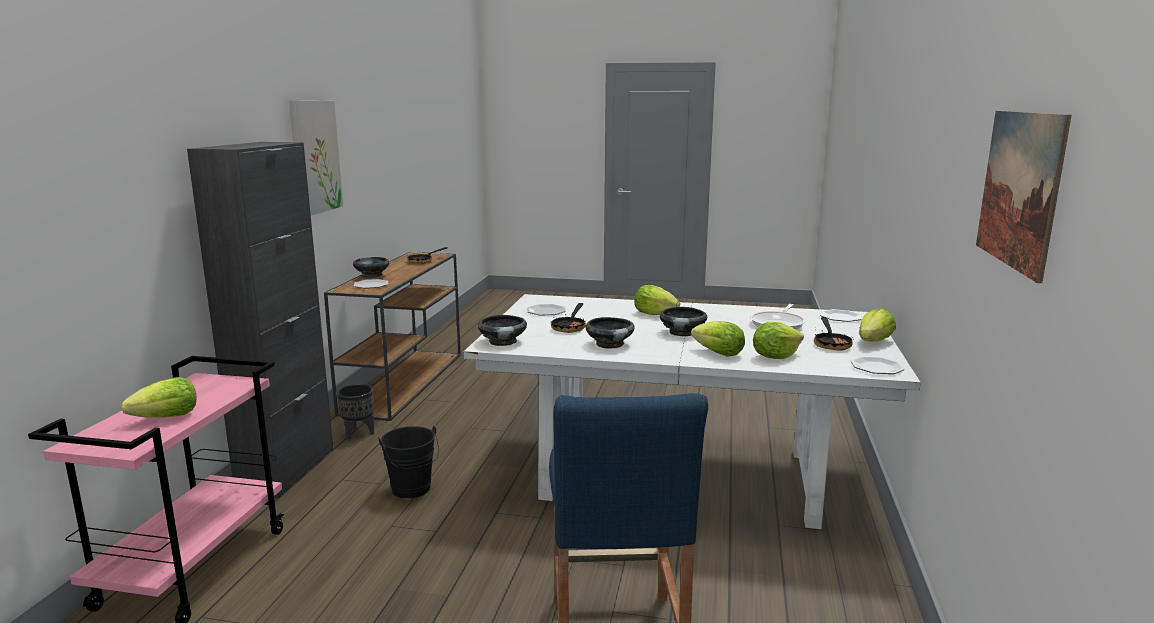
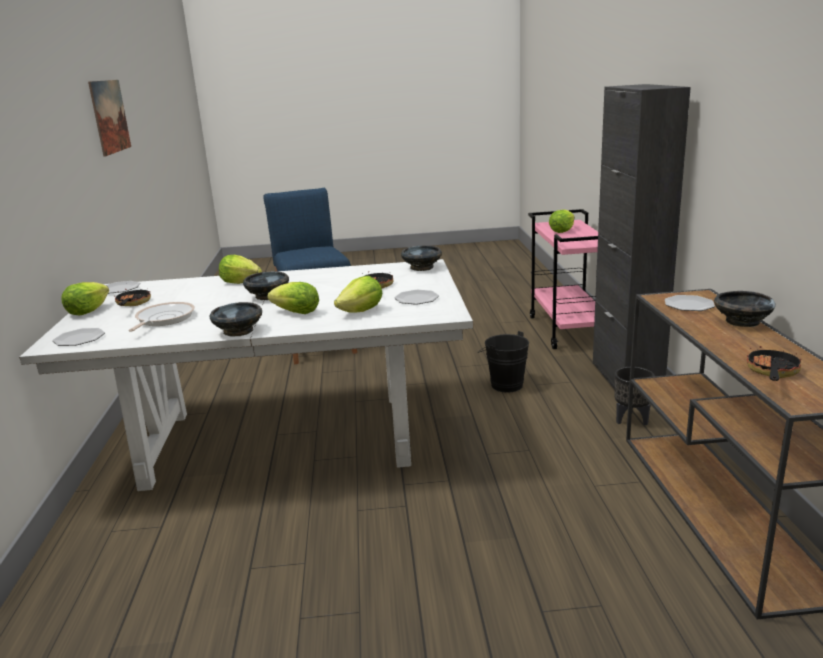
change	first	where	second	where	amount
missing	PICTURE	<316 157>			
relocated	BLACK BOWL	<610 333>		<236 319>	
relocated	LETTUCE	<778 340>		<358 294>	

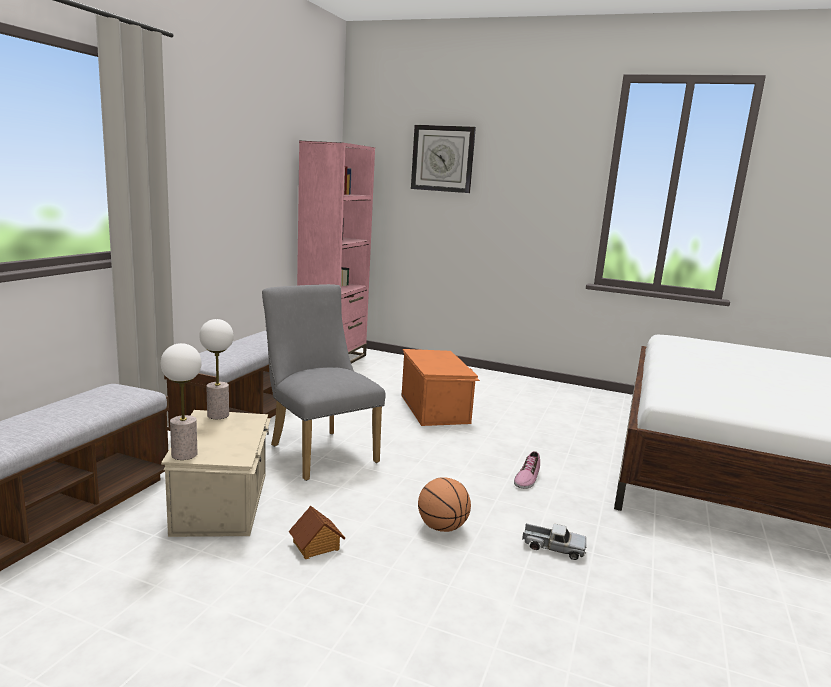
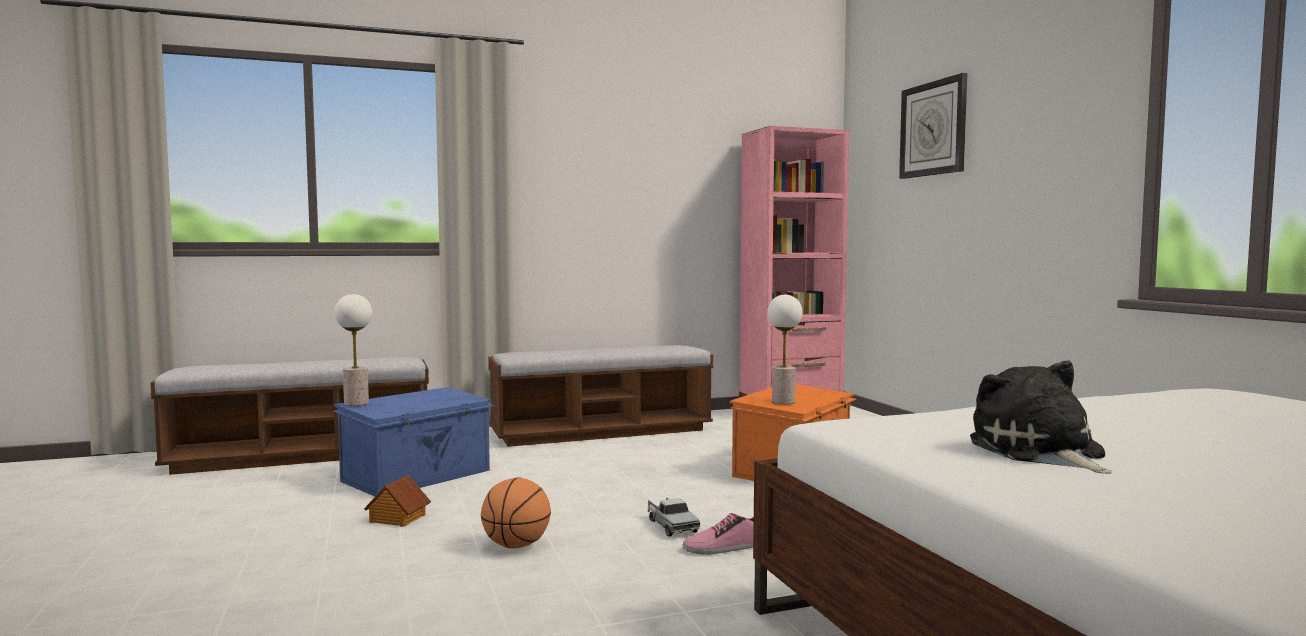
change	first	where	second	where	amount
missing	GREY CHAIR	<324 382>			
appeared			PLUSH TOY	<1041 417>	
relocated	TABLE LAMP	<216 369>		<785 349>	
relocated	TOY TRUCK	<554 541>		<674 516>	
colour	BEIGE STORAGE BOX	<216 473>	BLUE STORAGE BOX	<414 441>	

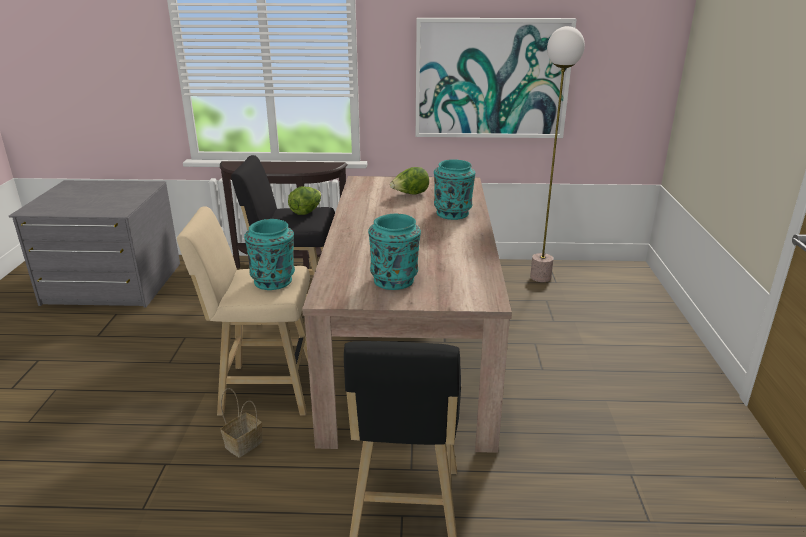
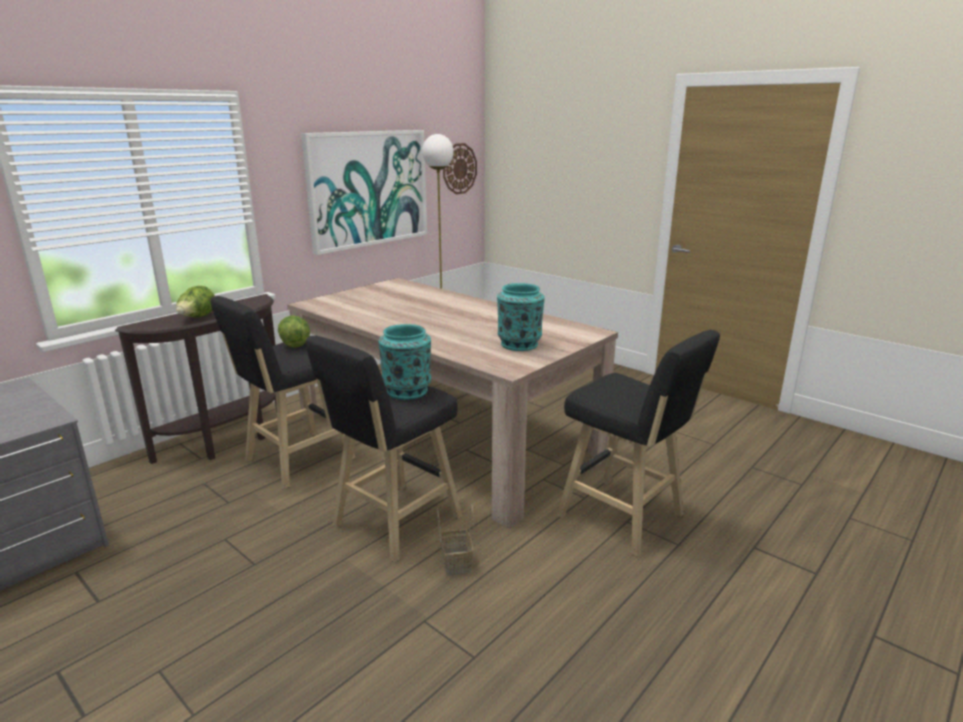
change	first	where	second	where	amount
missing	TURQUOISE VASE	<454 189>			
appeared			WALL CLOCK	<460 168>	
relocated	LETTUCE	<409 180>		<195 301>	
colour	BEIGE STOOL	<243 311>	BLACK STOOL	<384 449>	

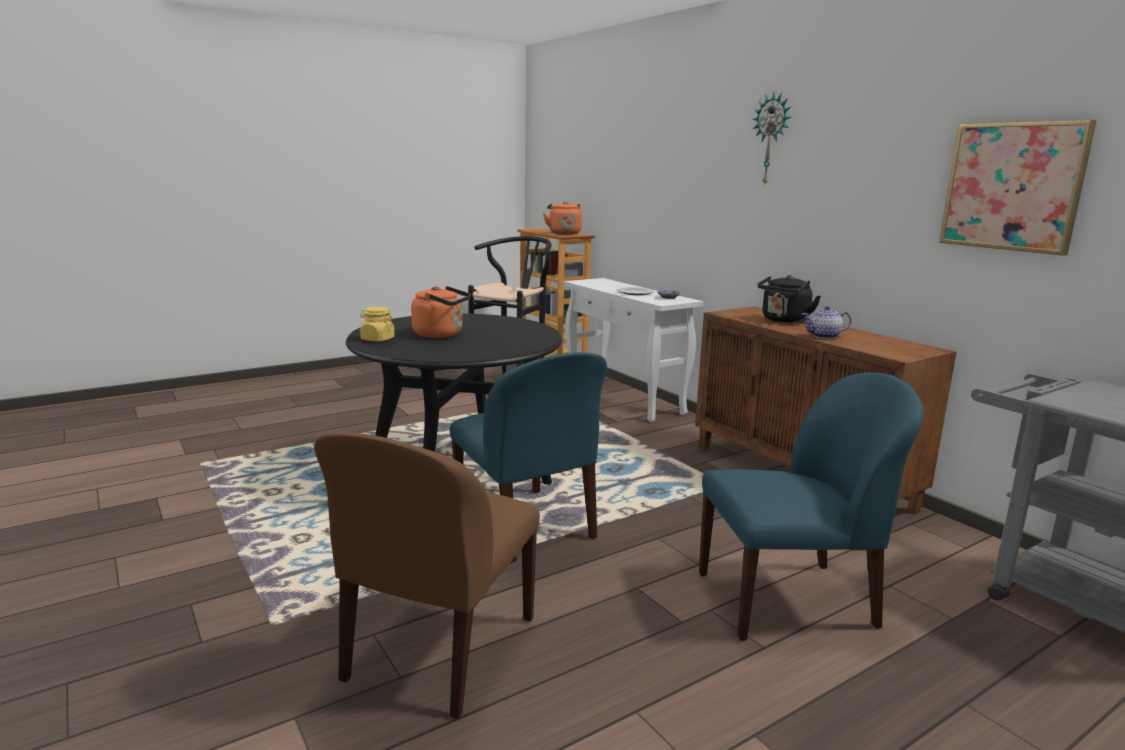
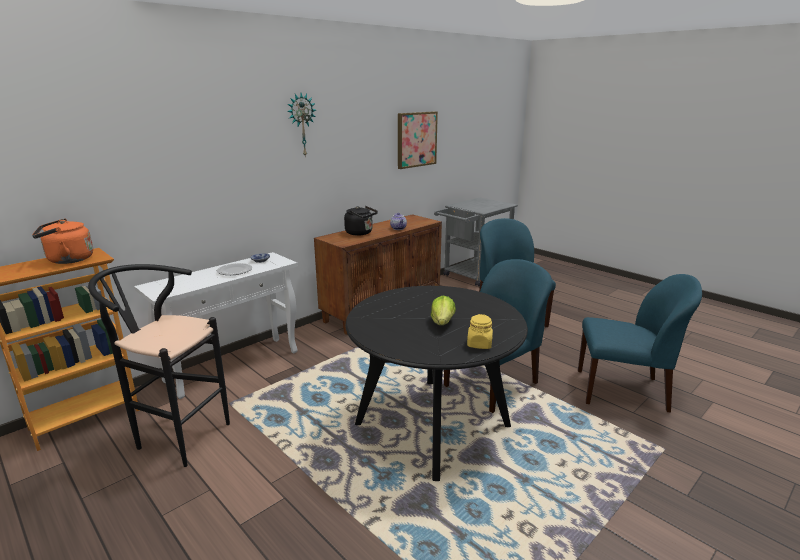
change	first	where	second	where	amount
exchanged	ORANGE KETTLE	<441 312>	LETTUCE	<443 310>	
colour	BROWN CHAIR	<427 575>	BLUE CHAIR	<640 343>	

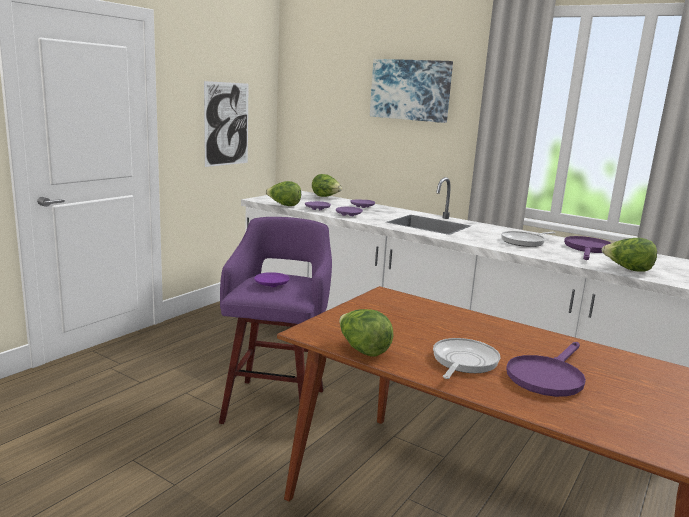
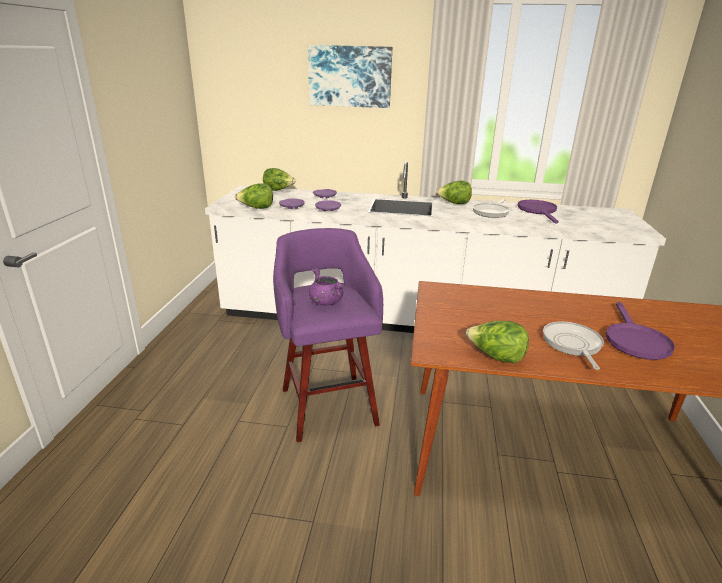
change	first	where	second	where	amount
missing	PICTURE	<226 124>			
relocated	LETTUCE	<629 255>		<454 192>	
exchanged	PURPLE PLATE	<272 279>	PURPLE COOKING POT	<326 286>	

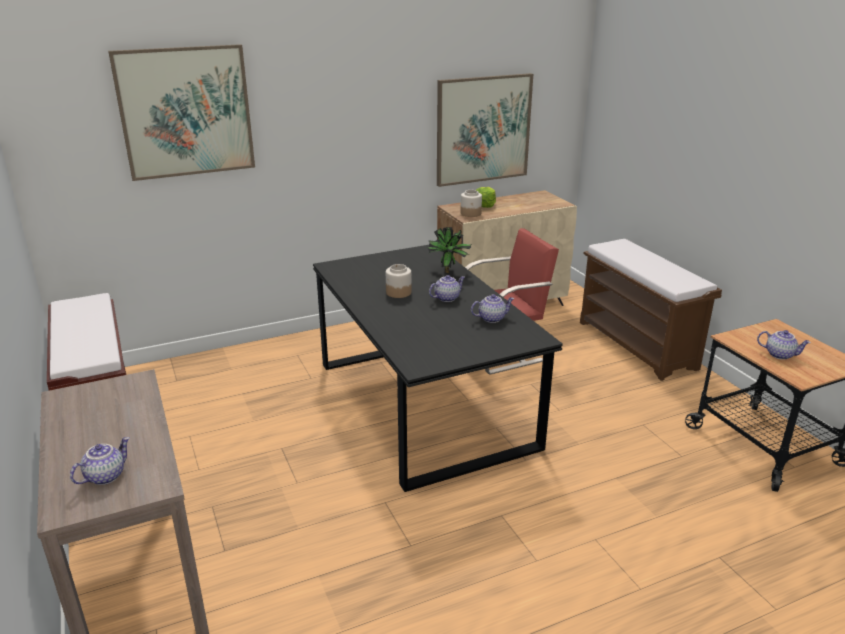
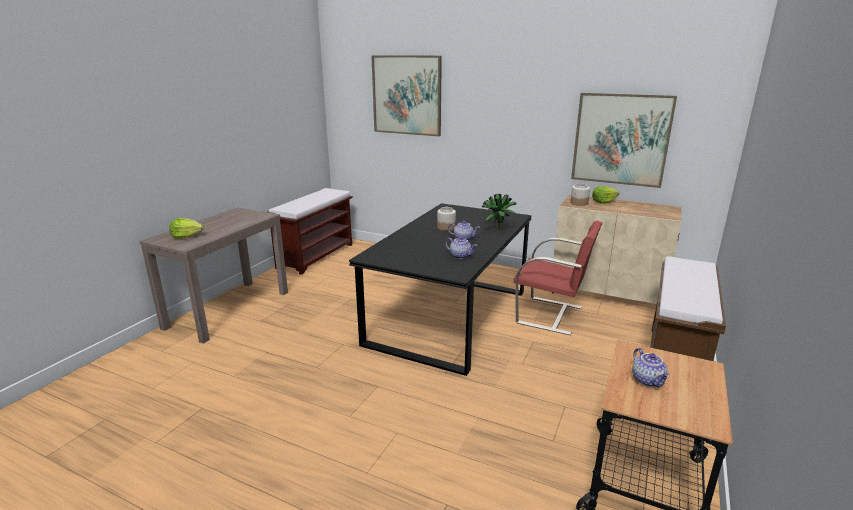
change	first	where	second	where	amount
exchanged	TEAPOT	<100 461>	LETTUCE	<186 228>	

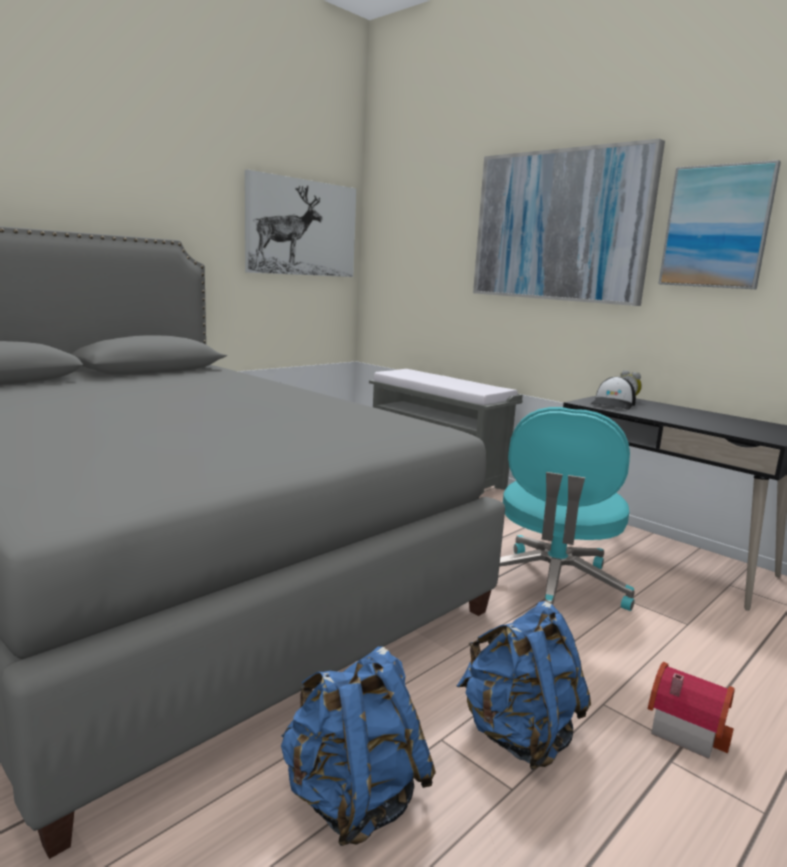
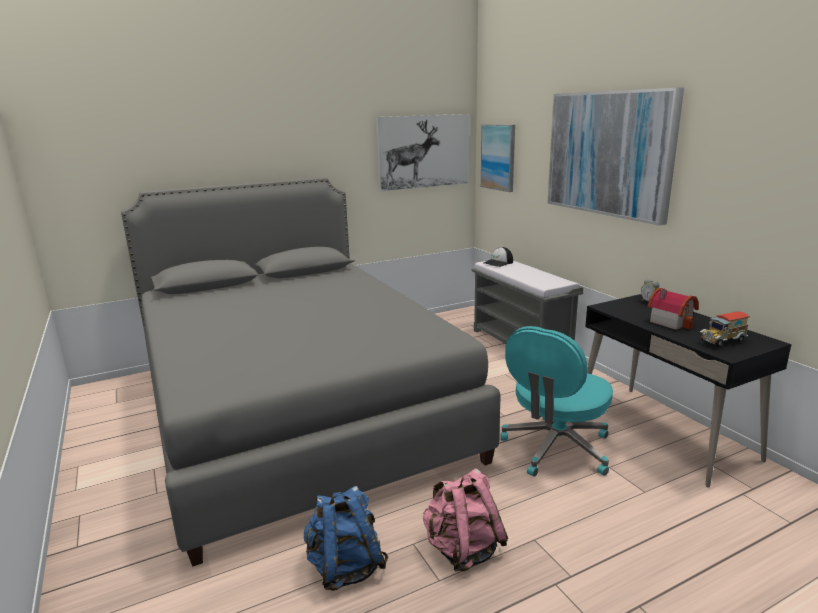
change	first	where	second	where	amount
appeared			TOY TRUCK	<725 329>	
relocated	CAP	<613 393>		<498 257>	
relocated	TOY HOUSE	<691 710>		<673 309>	
relocated	PICTURE	<719 224>		<498 158>	
colour	BLUE BACKPACK	<524 685>	PINK BACKPACK	<465 520>	

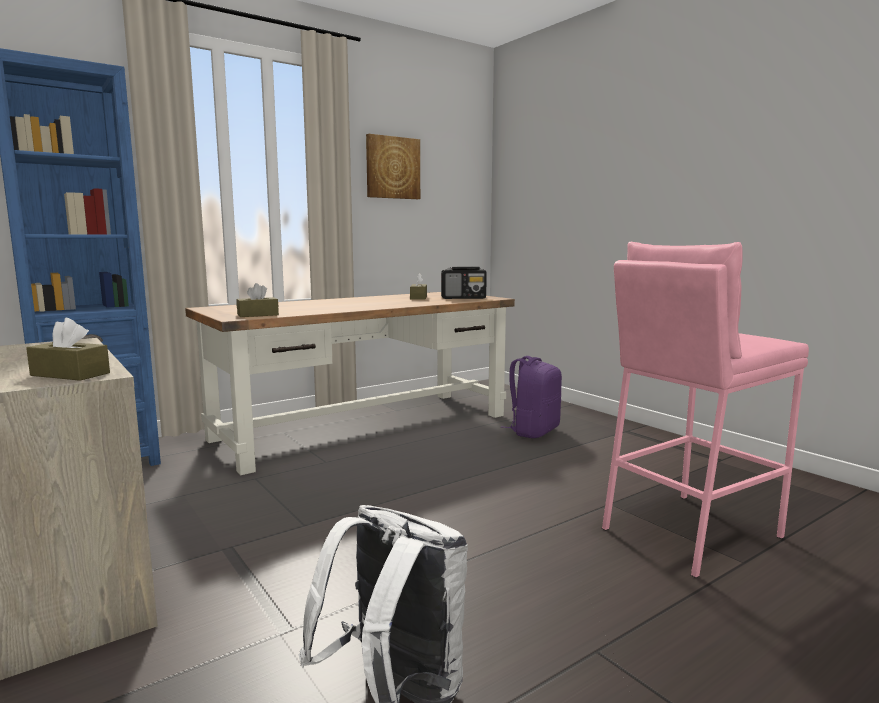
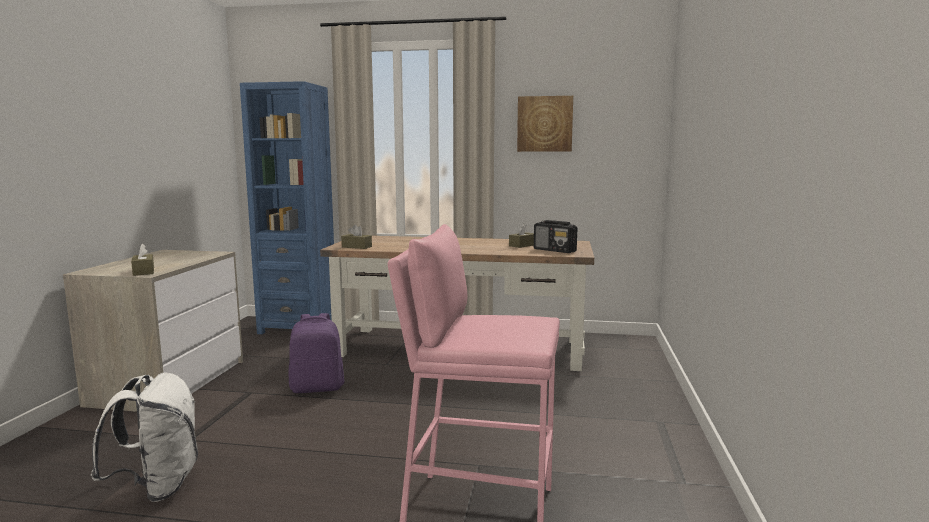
change	first	where	second	where	amount
relocated	PURPLE BACKPACK	<531 397>		<316 353>	

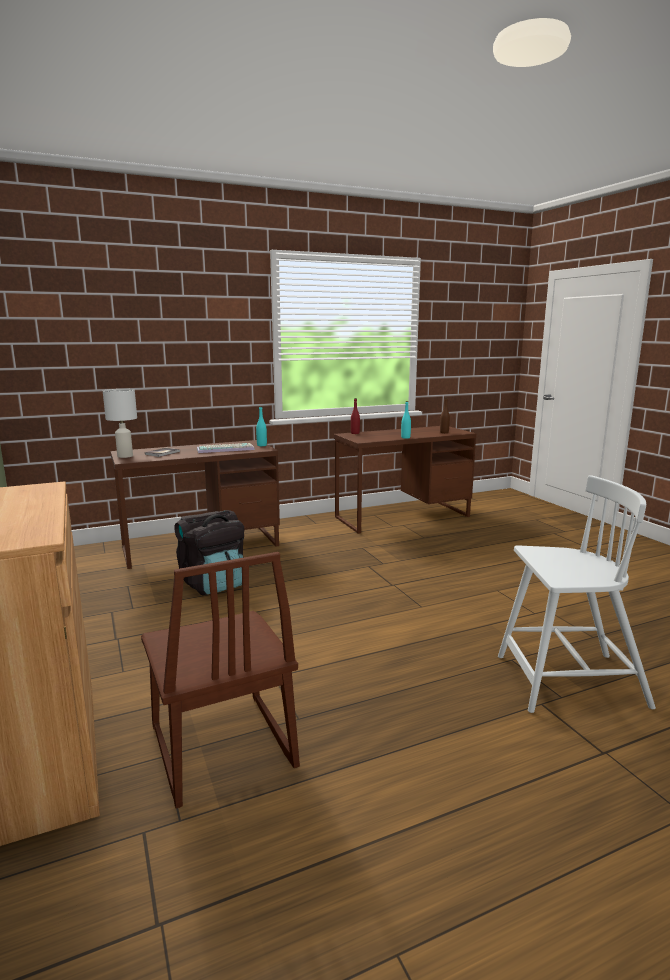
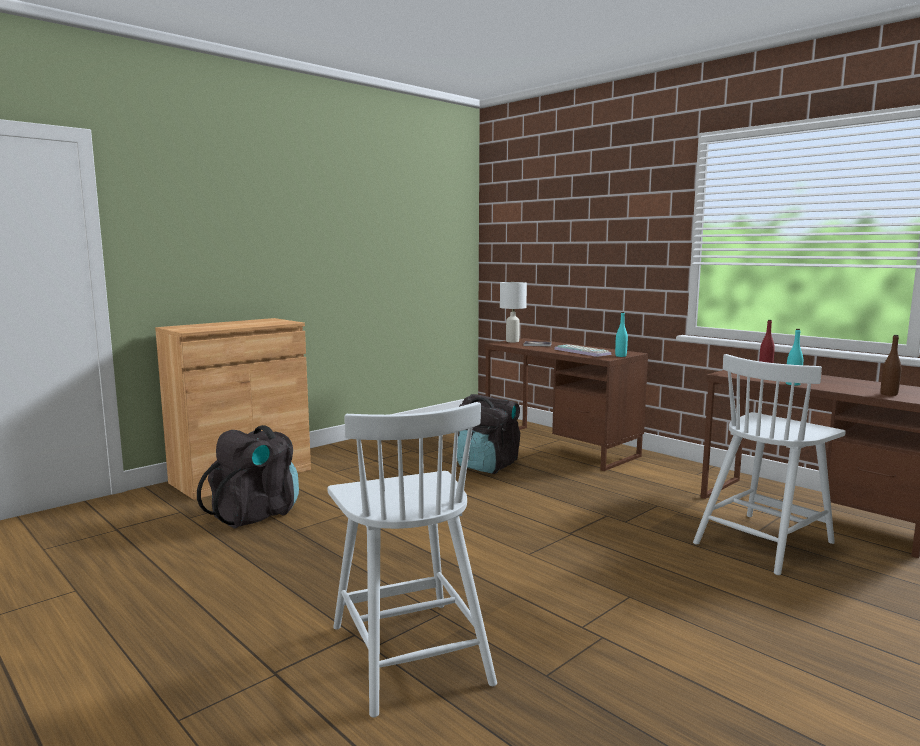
change	first	where	second	where	amount
appeared			WHITE CHAIR	<769 464>	
exchanged	BROWN CHAIR	<220 680>	BLACK BACKPACK	<248 476>	

